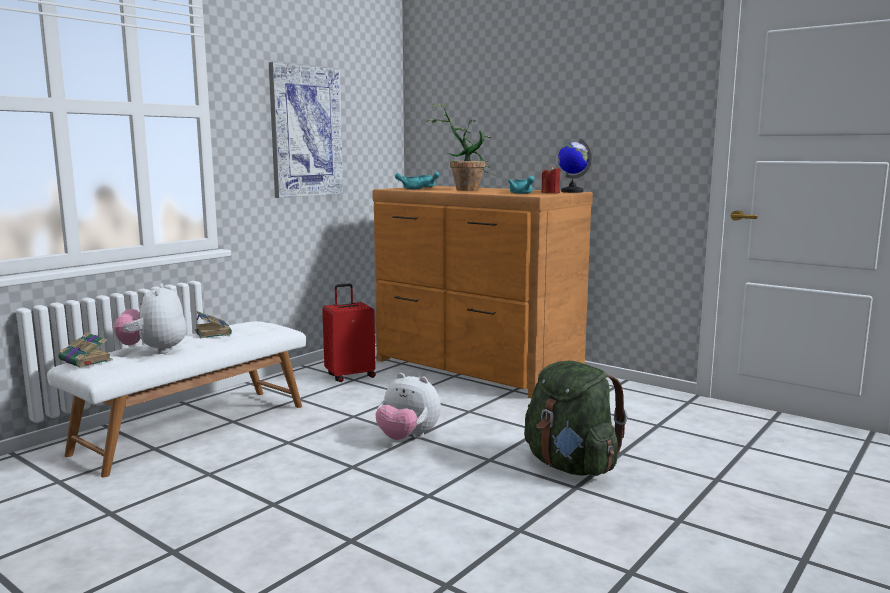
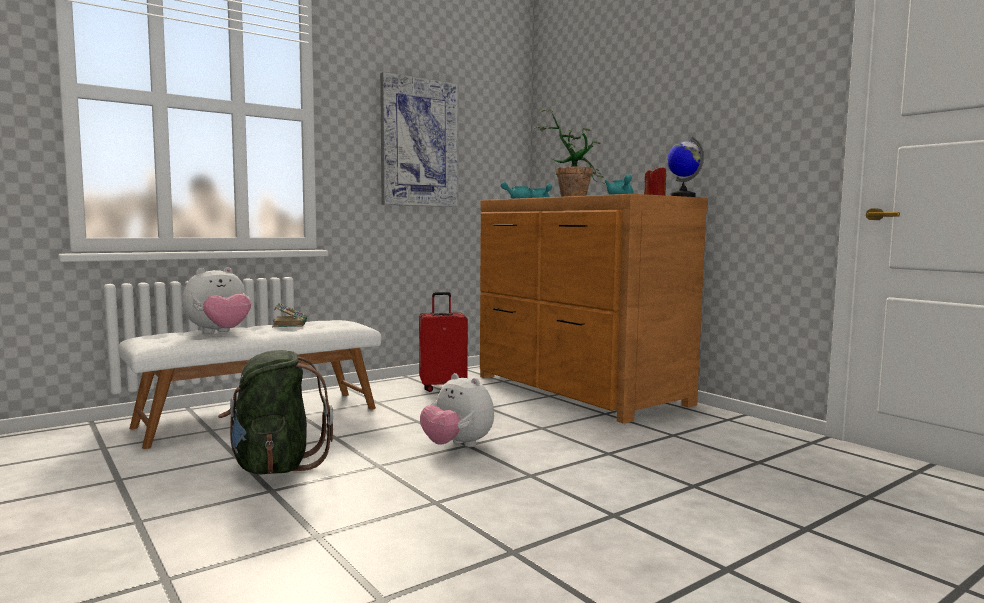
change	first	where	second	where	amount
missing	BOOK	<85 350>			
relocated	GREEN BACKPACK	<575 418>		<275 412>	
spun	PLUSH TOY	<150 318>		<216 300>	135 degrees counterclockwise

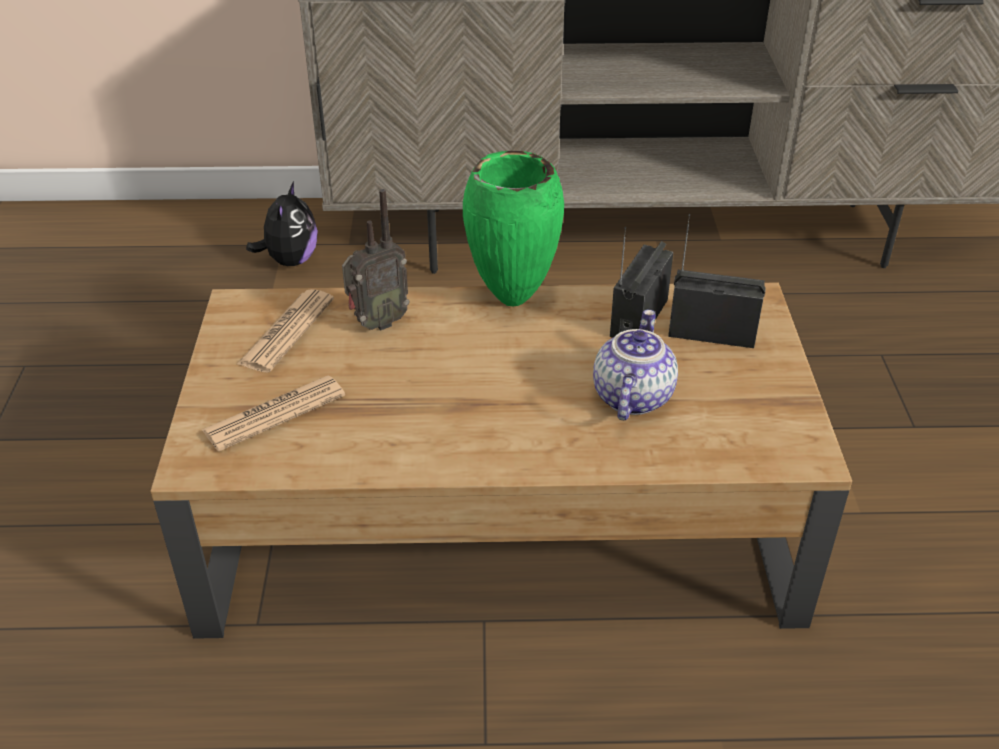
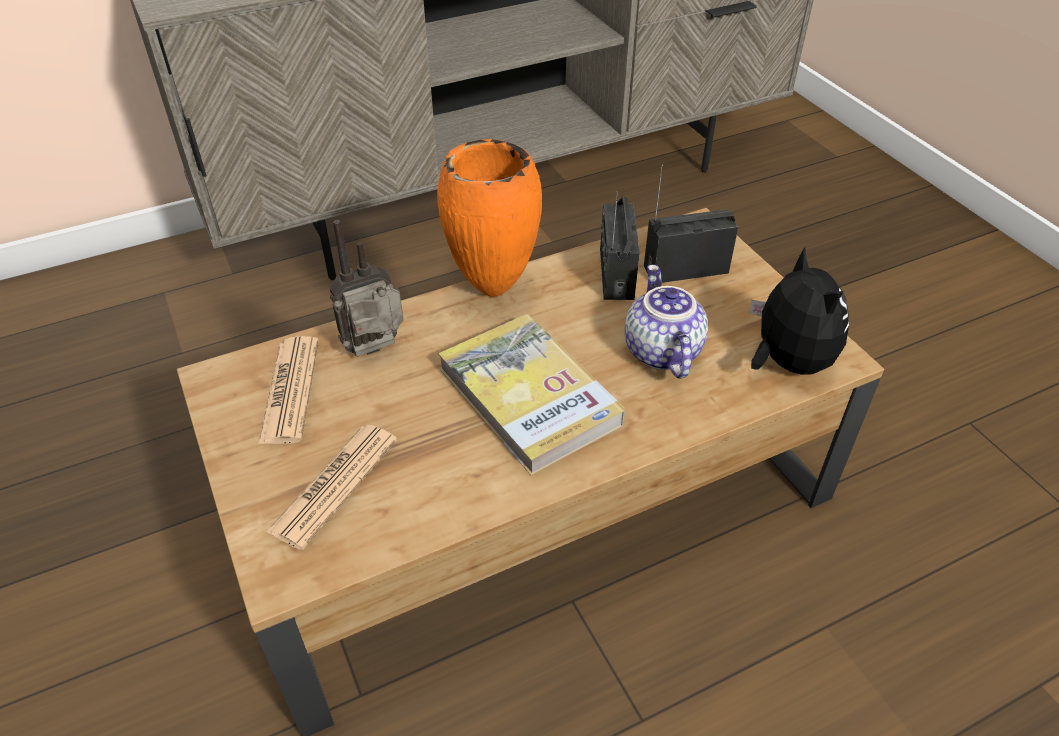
change	first	where	second	where	amount
appeared			BOOK	<531 395>	
relocated	PLUSH TOY	<282 223>		<799 311>	
colour	GREEN VASE	<513 228>	ORANGE VASE	<489 218>	
spun	RADIO	<376 259>		<366 288>	150 degrees counterclockwise

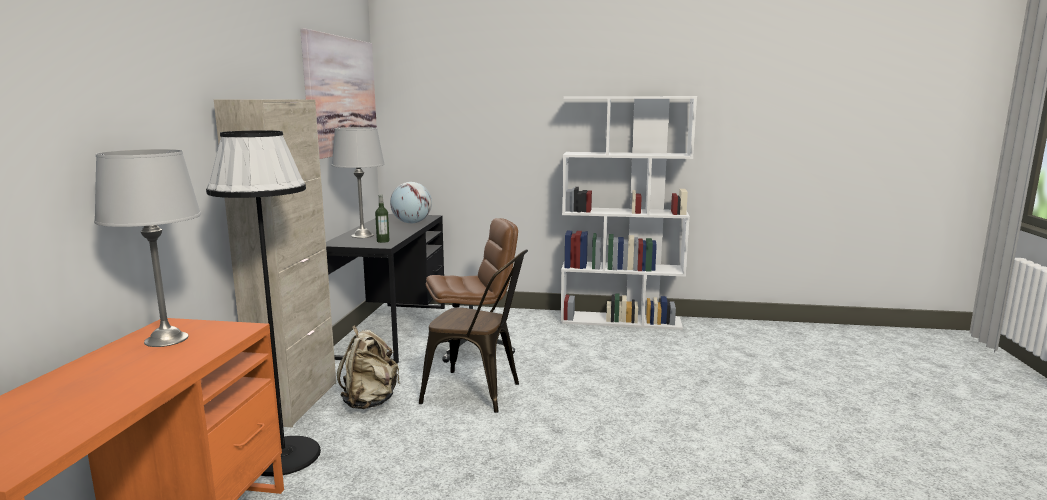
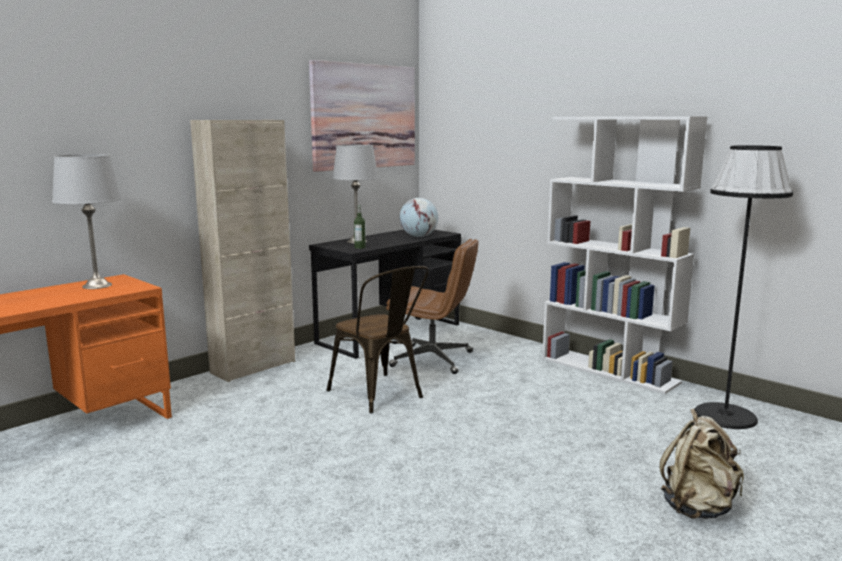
change	first	where	second	where	amount
relocated	BLACK FLOOR LAMP	<263 303>		<744 287>	
relocated	BEIGE BACKPACK	<368 367>		<702 464>	

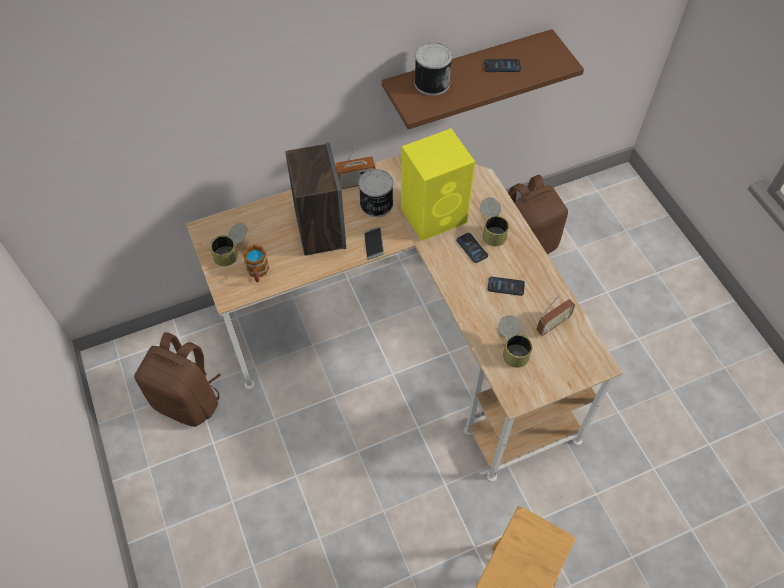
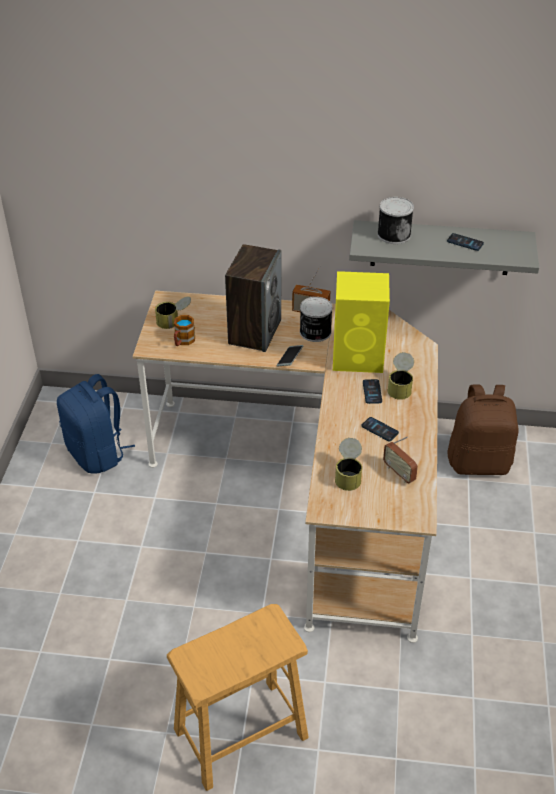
change	first	where	second	where	amount
colour	BROWN BACKPACK	<177 379>	BLUE BACKPACK	<96 424>	
colour	BROWN SHELF	<483 79>	GREY SHELF	<444 247>	
spun	RADIO	<555 315>		<400 460>	60 degrees clockwise

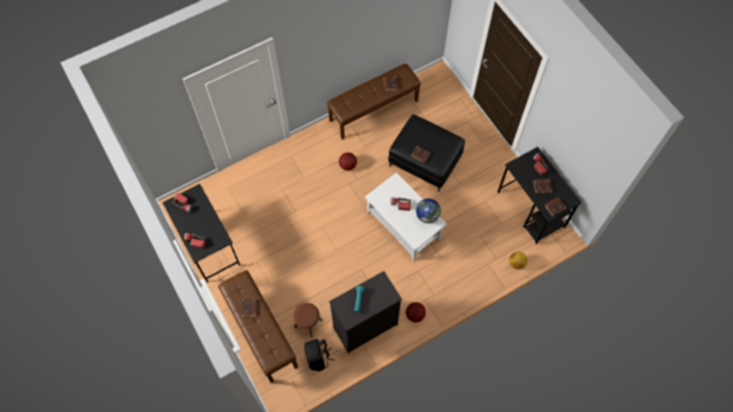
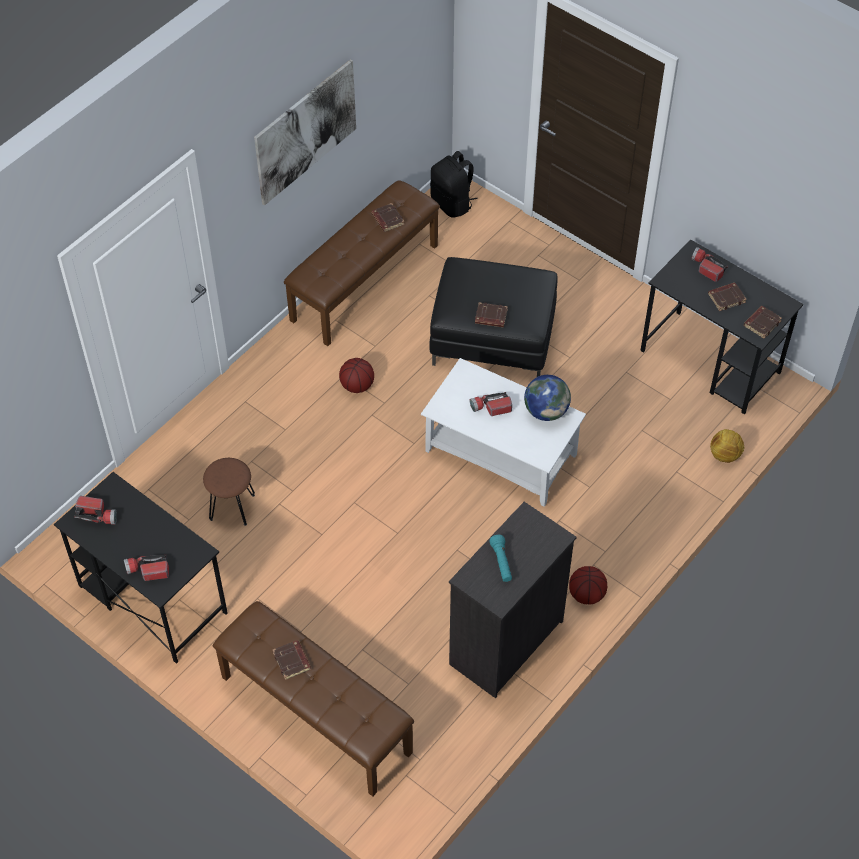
change	first	where	second	where	amount
appeared			PICTURE	<305 132>	
relocated	BROWN STOOL	<307 320>		<229 492>	
relocated	BLACK BACKPACK	<319 355>		<454 184>	

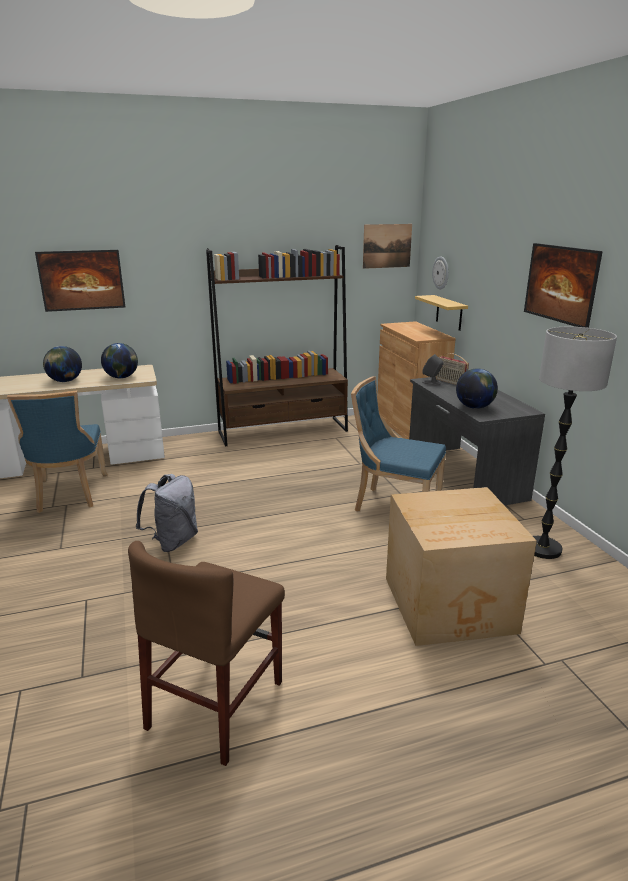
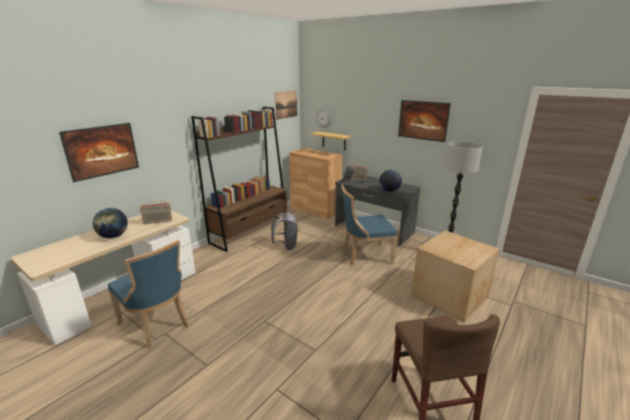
change	first	where	second	where	amount
relocated	GREY BACKPACK	<167 513>		<284 231>	
exchanged	GLOBE	<119 360>	RADIO	<156 212>	

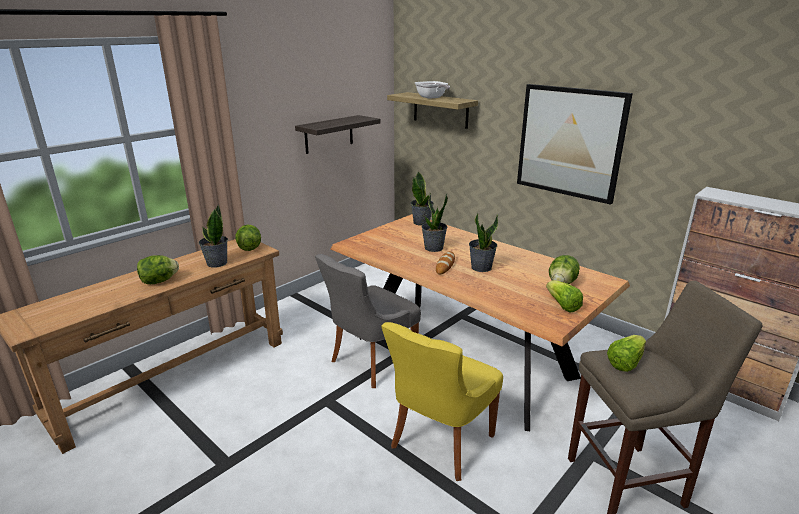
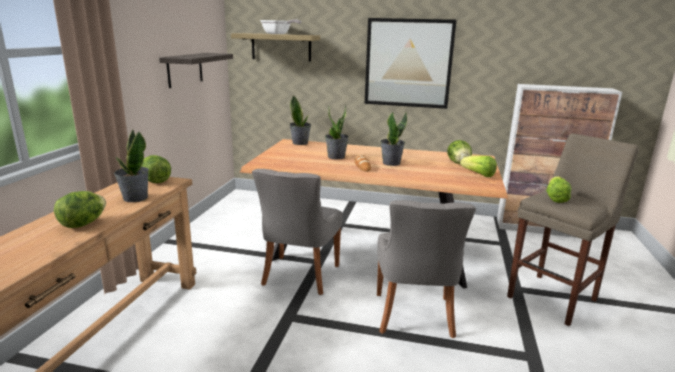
change	first	where	second	where	amount
colour	YELLOW CHAIR	<442 401>	GREY CHAIR	<426 269>	

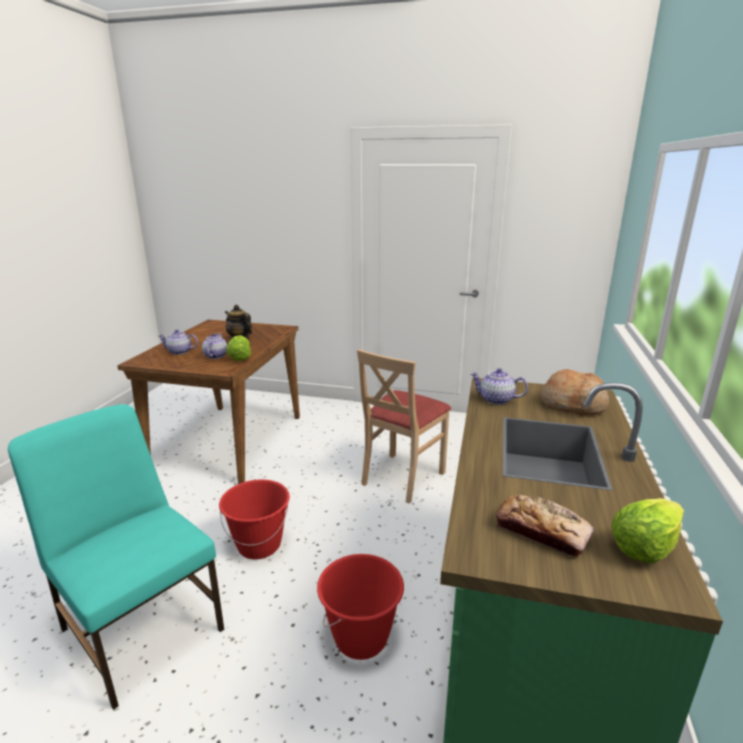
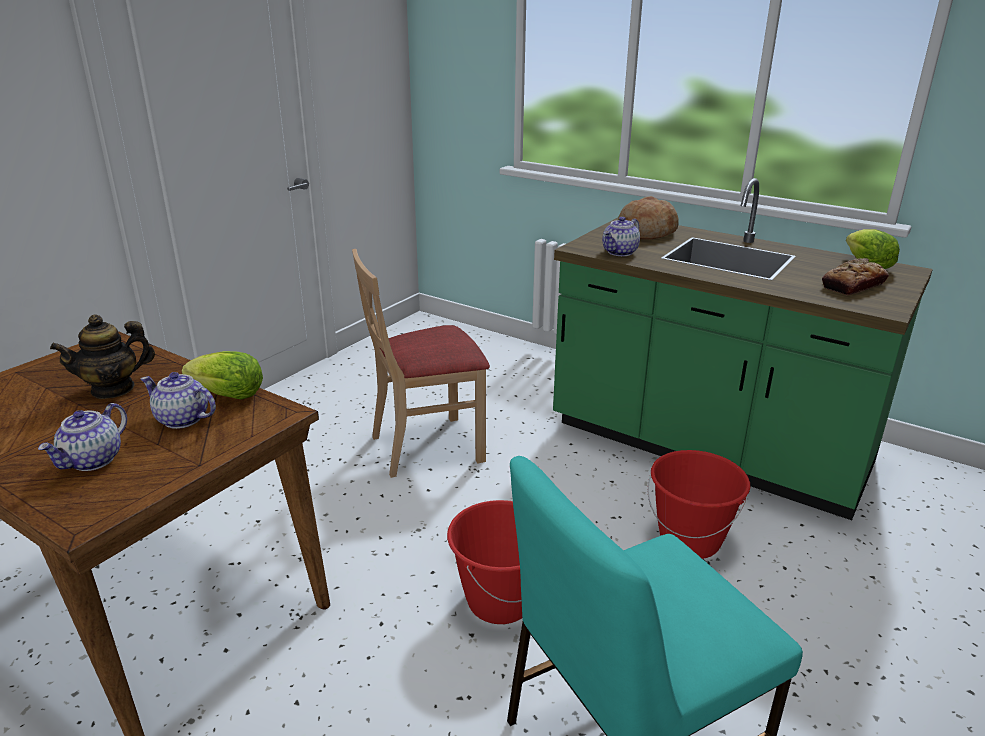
change	first	where	second	where	amount
spun	BEIGE CHAIR	<404 426>		<421 363>	105 degrees clockwise

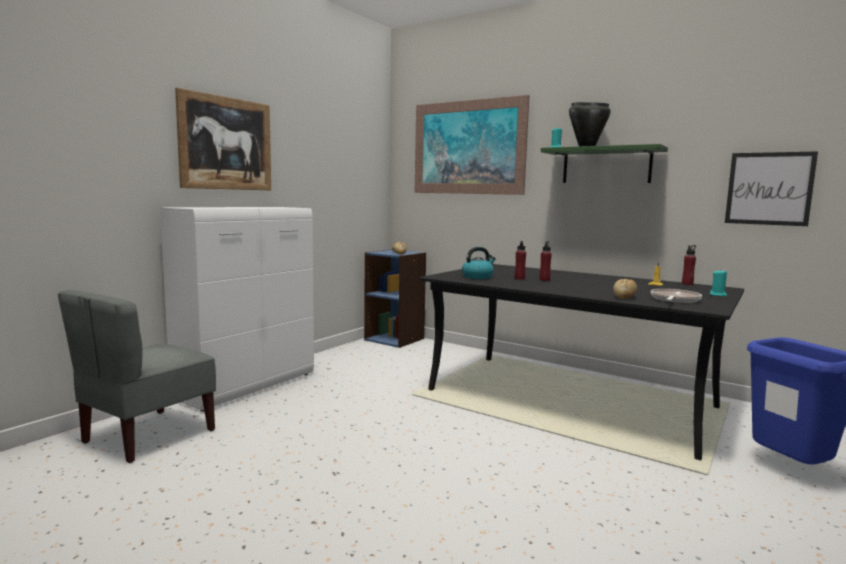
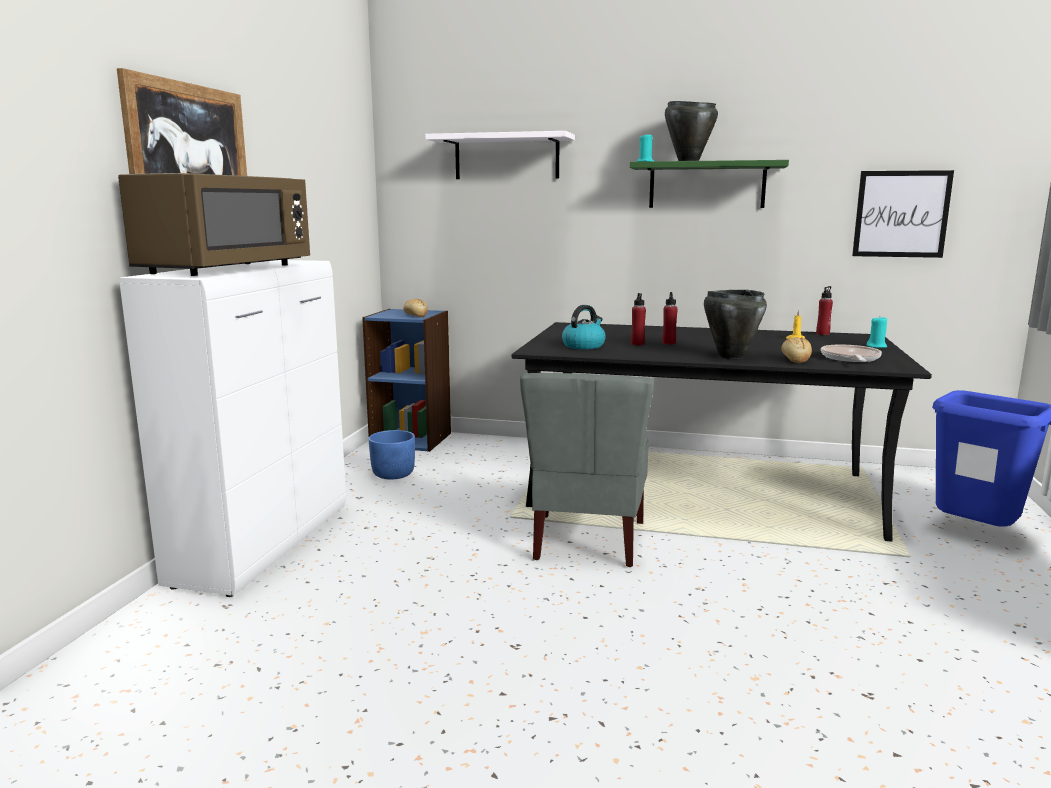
change	first	where	second	where	amount
appeared			BROWN MICROWAVE	<214 224>	
appeared			BLUE PLANTER	<391 455>	
appeared			BLACK COOKING POT	<735 324>	
relocated	GREY CHAIR	<137 376>		<587 470>	
exchanged	PICTURE	<472 145>	WHITE SHELF	<500 155>	

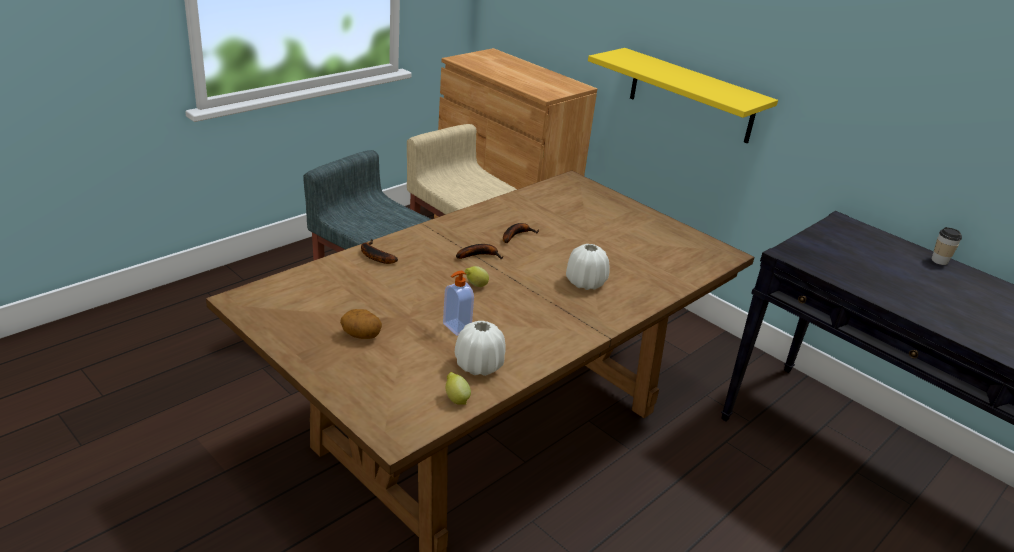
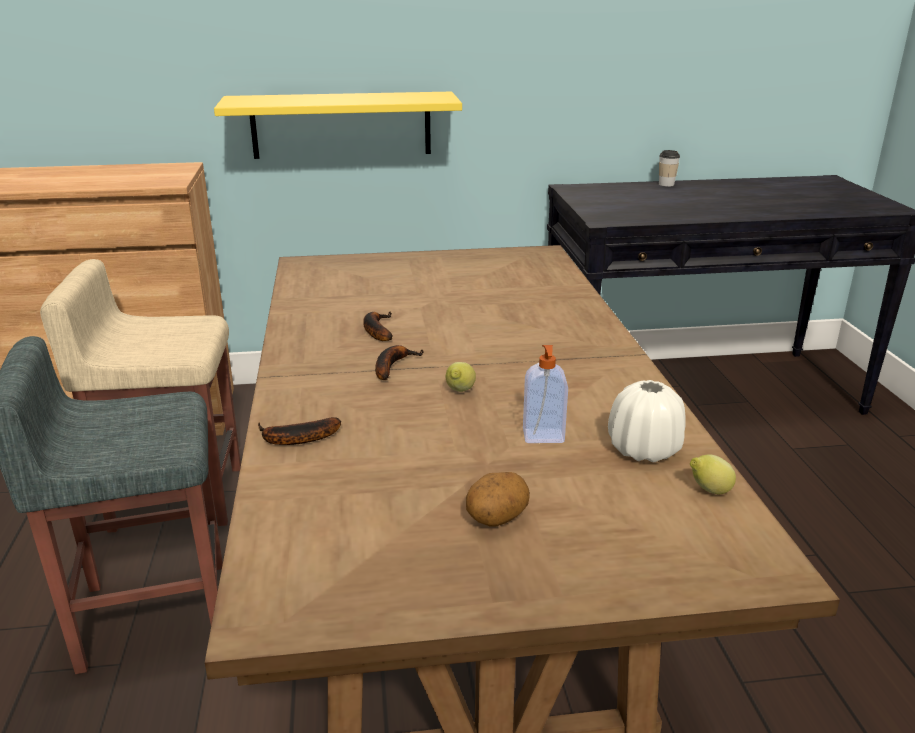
change	first	where	second	where	amount
missing	WHITE VASE	<588 267>			

